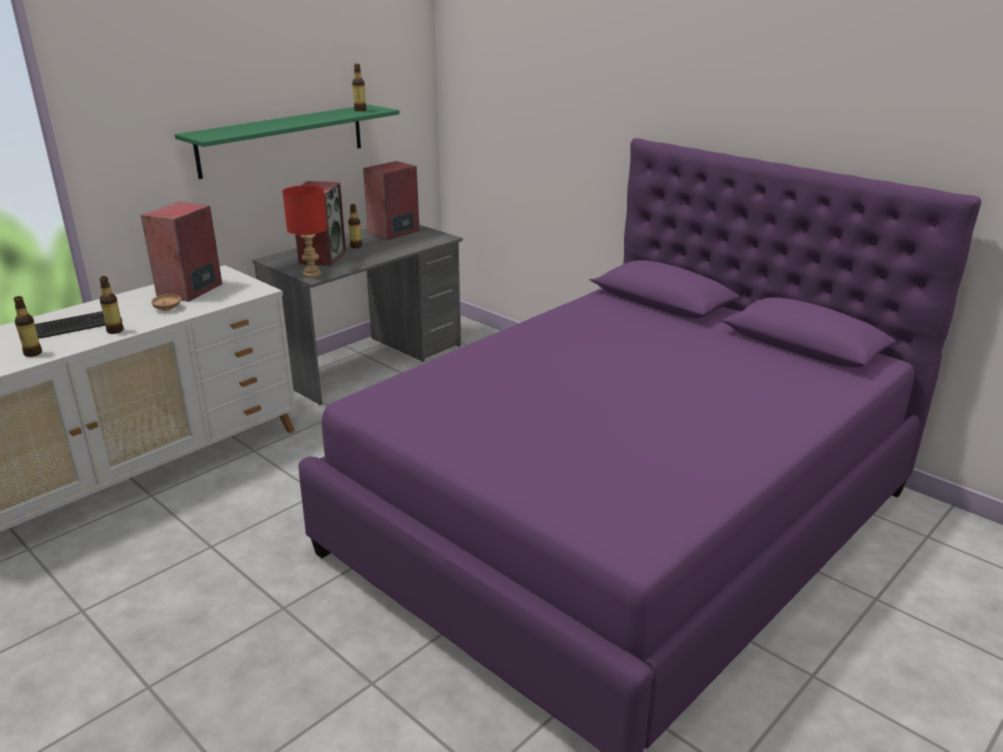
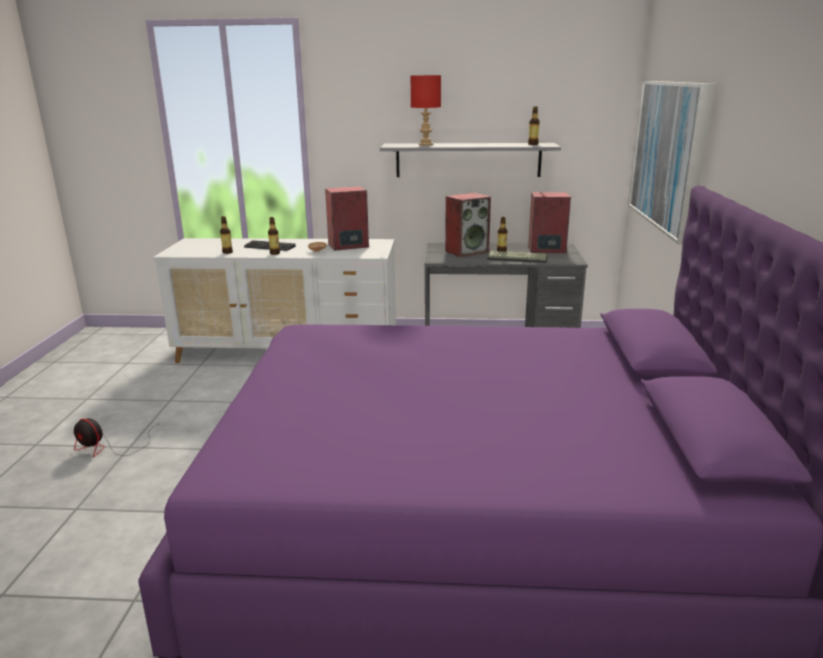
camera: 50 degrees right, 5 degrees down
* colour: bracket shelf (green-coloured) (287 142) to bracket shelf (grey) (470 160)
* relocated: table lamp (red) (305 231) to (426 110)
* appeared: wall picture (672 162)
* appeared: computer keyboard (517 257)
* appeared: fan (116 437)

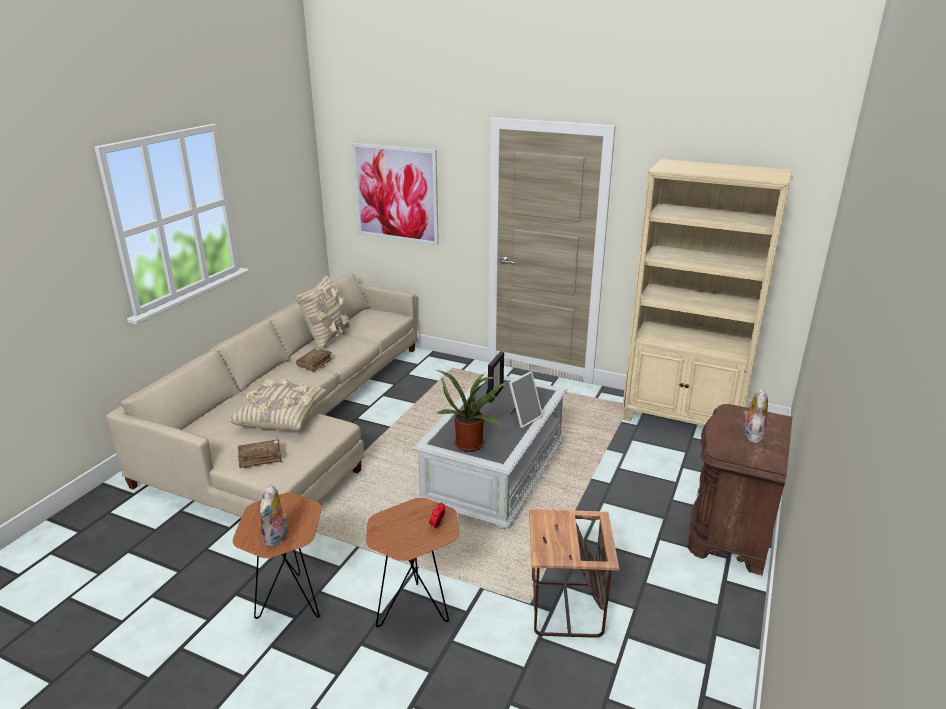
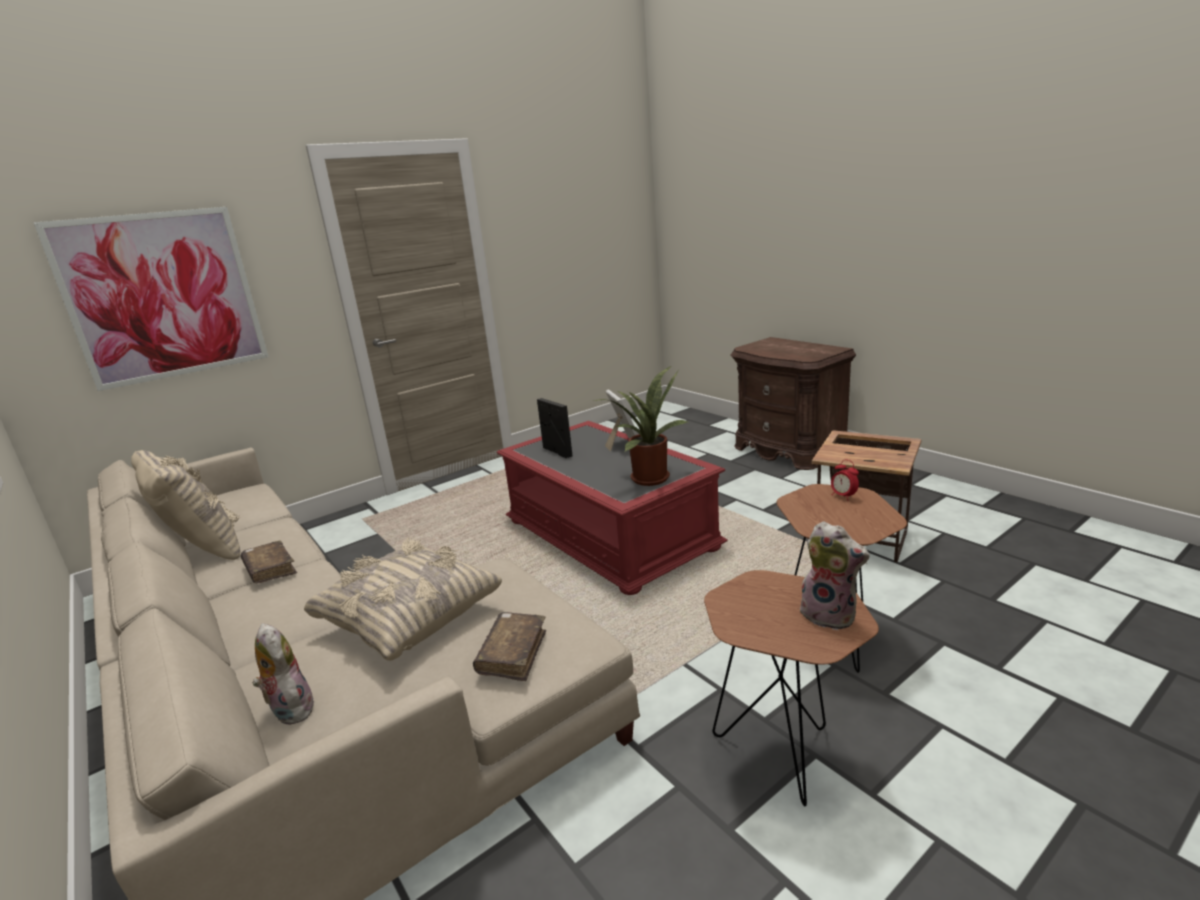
camera: 60 degrees left, 5 degrees down
* missing: bookcase (beige-coloured) (707 292)
* colour: coffee table (whitish) (490 450) to coffee table (red) (612 508)
* relocated: soft toy (756 416) to (283 674)

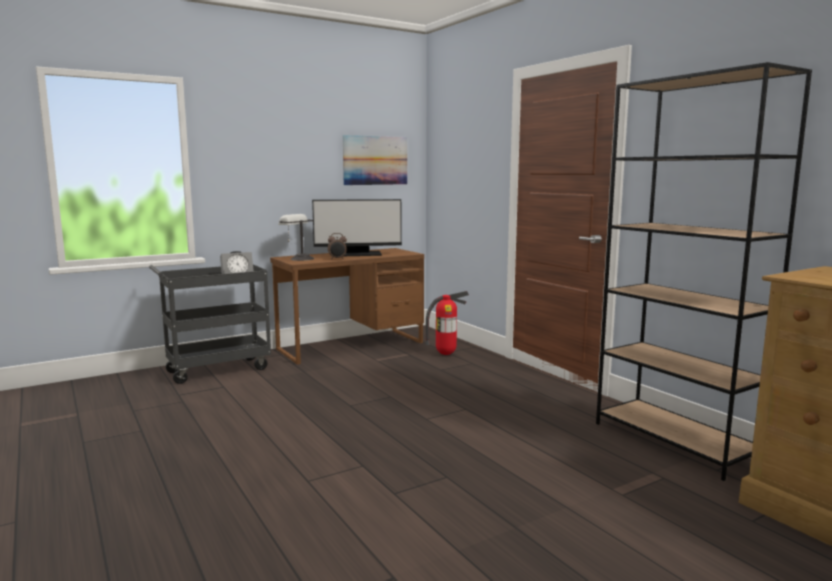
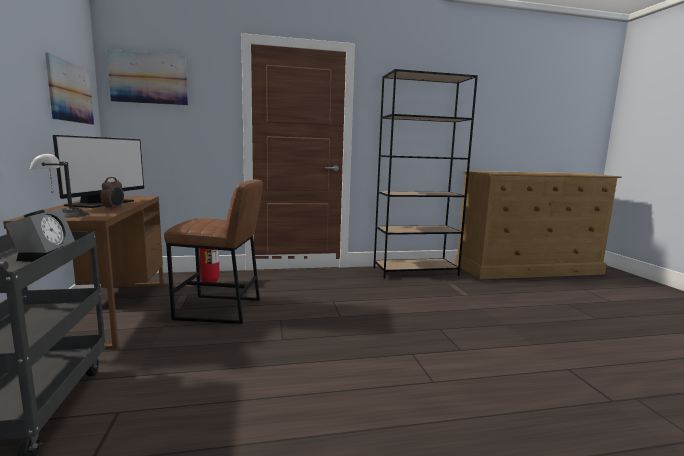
camera: 70 degrees left, 0 degrees up
* appeared: wall picture (147 77)
* appeared: upright chair (brown-coloured) (213 251)

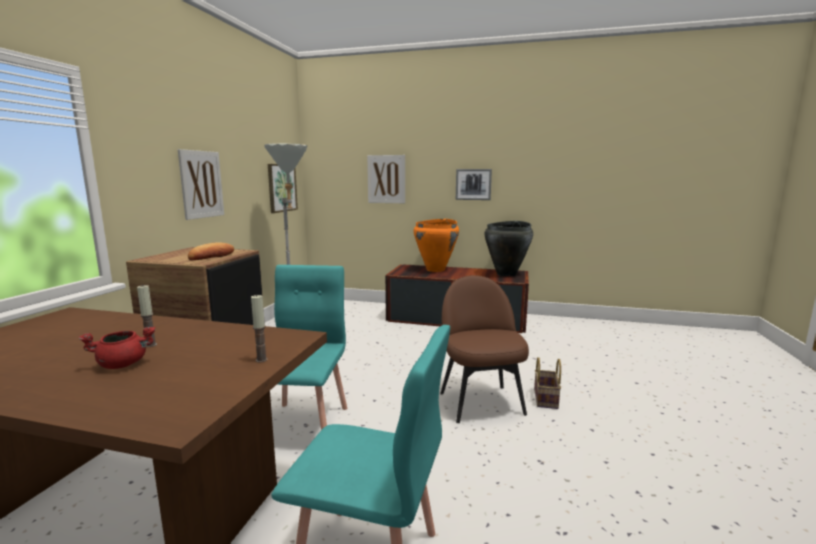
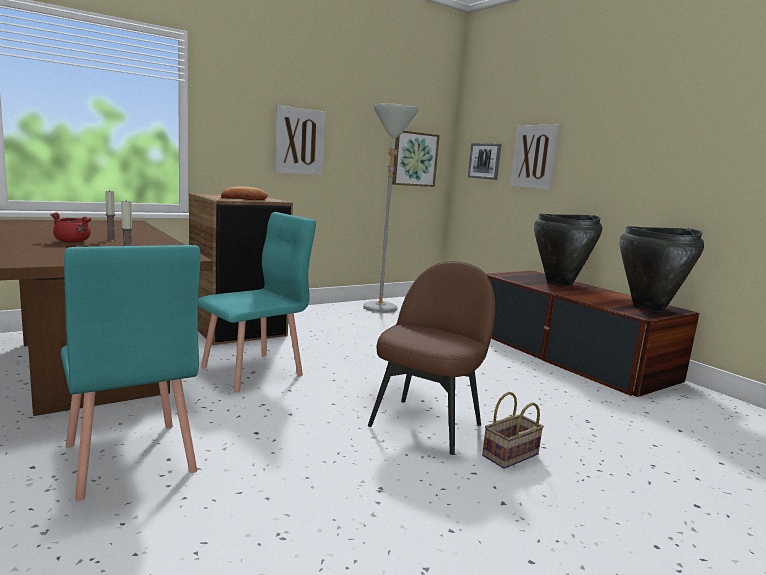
camera: 40 degrees right, 0 degrees up
* relocated: wall picture (474 184) to (484 161)
* colour: flower vase (orange) (436 245) to flower vase (blackish) (568 250)

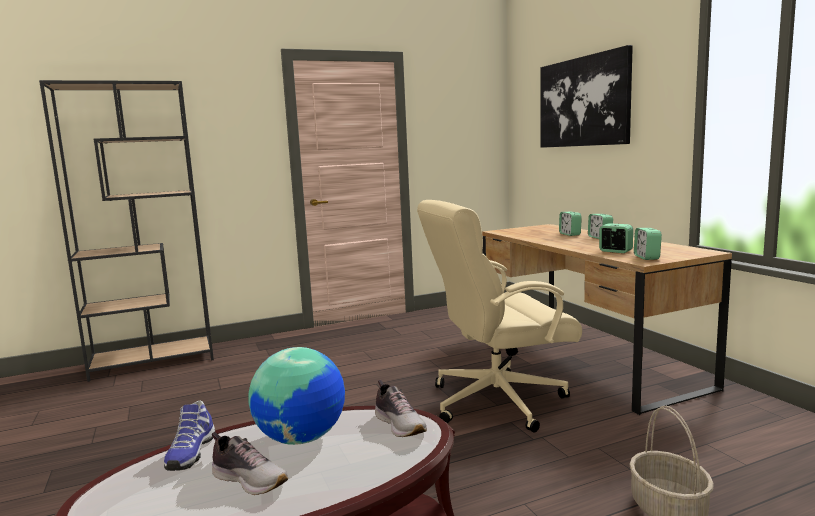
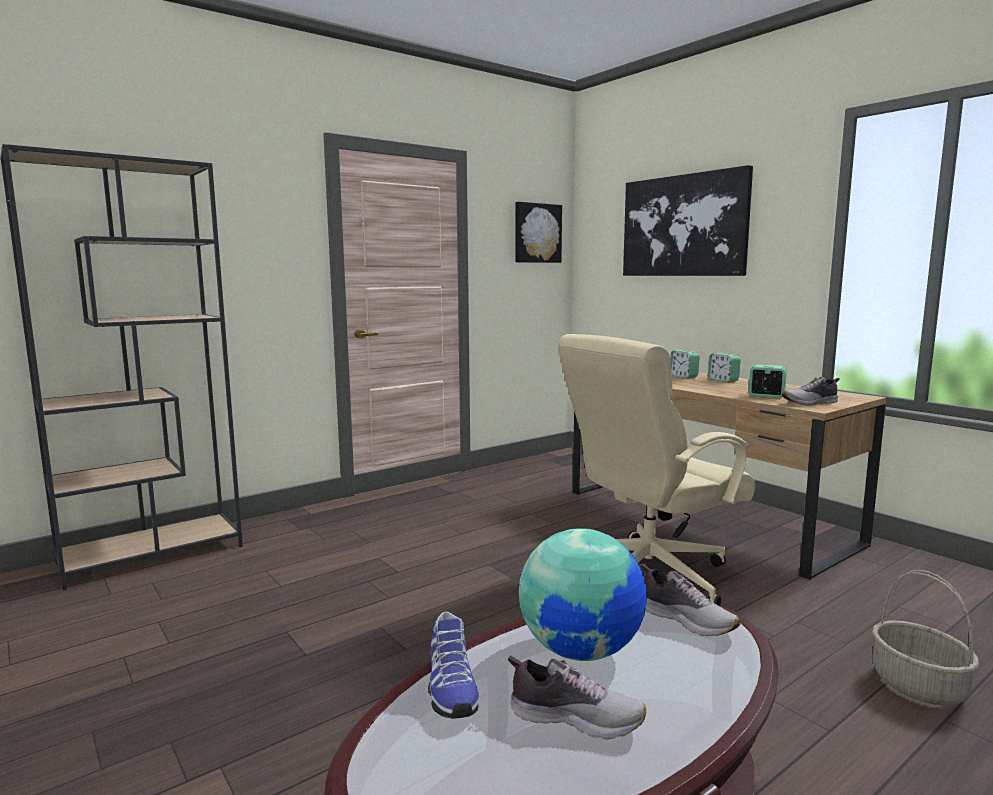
camera: 15 degrees left, 0 degrees up
* exchanged: table clock (648 244) to shoe (811 391)
* appeared: wall picture (538 232)

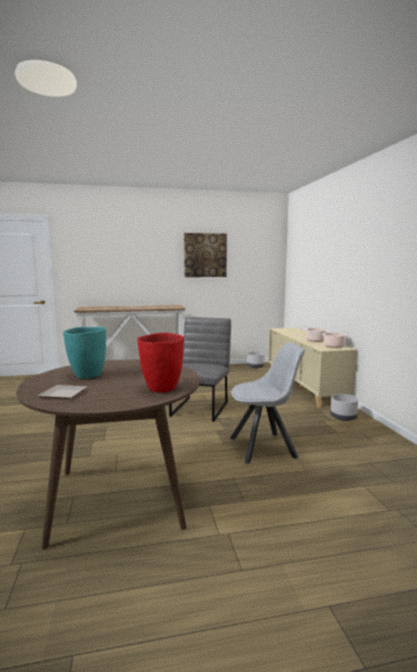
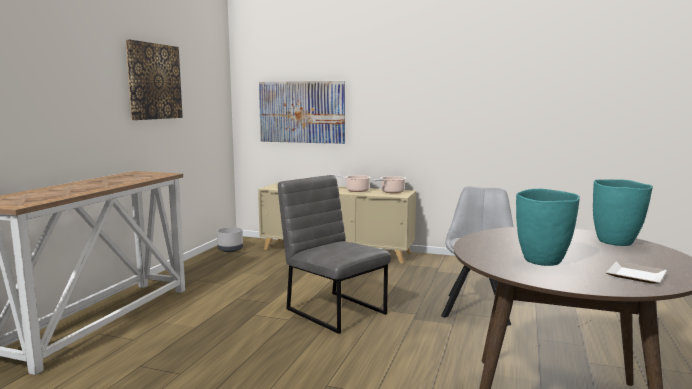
camera: 60 degrees left, 0 degrees up
* colour: flower vase (red) (160 363) to flower vase (turquoise) (623 212)
* missing: planter (grey) (344 407)
* appeared: wall picture (302 112)

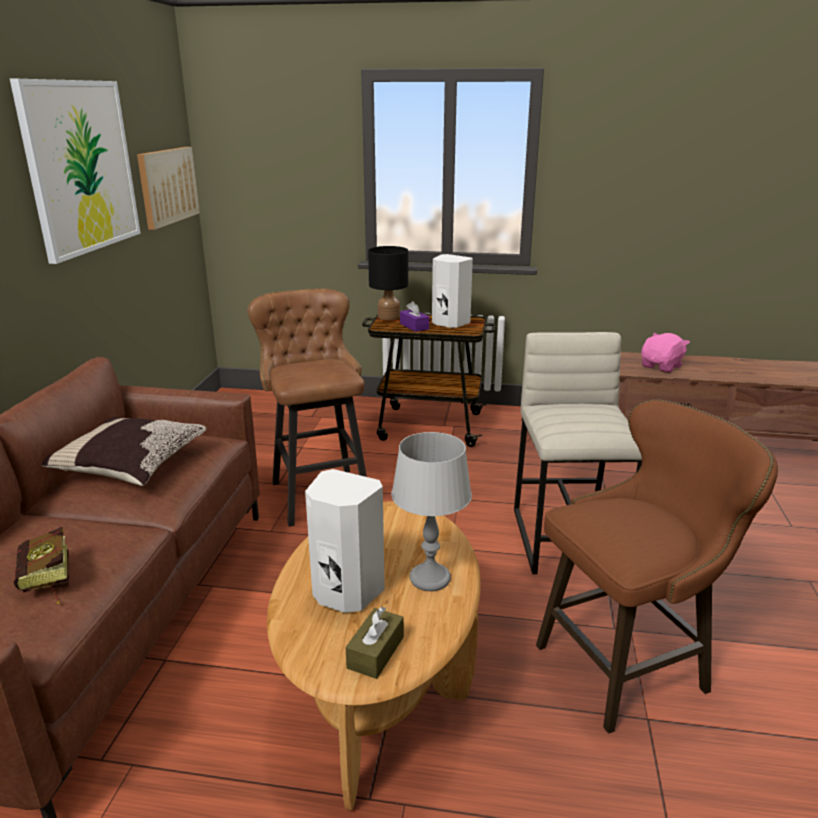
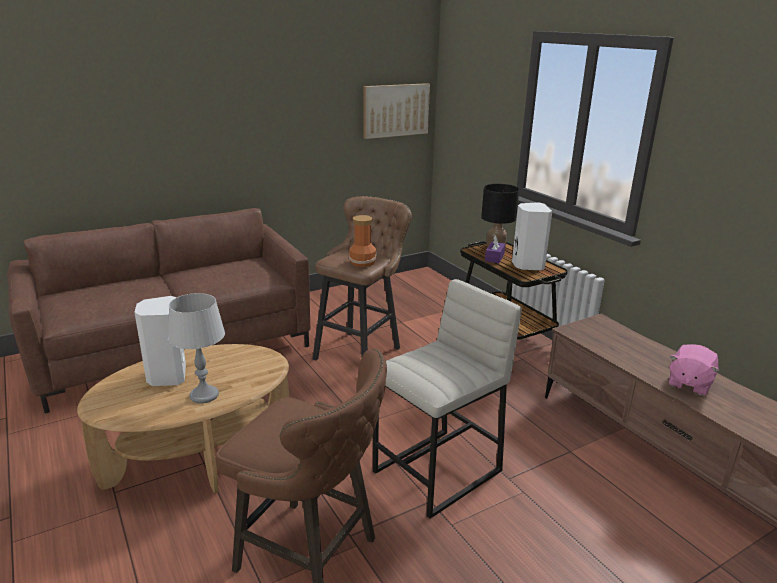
camera: 50 degrees right, 0 degrees up
* missing: wall picture (75 171)
* spun: soft toy (pink-coloured) (665 353) = (694 370) 120 degrees clockwise
* missing: throw pillow (124 451)
* missing: book (41 565)
* missing: tissue holder (brown-coloured) (375 642)
* appeared: flower vase (363 241)

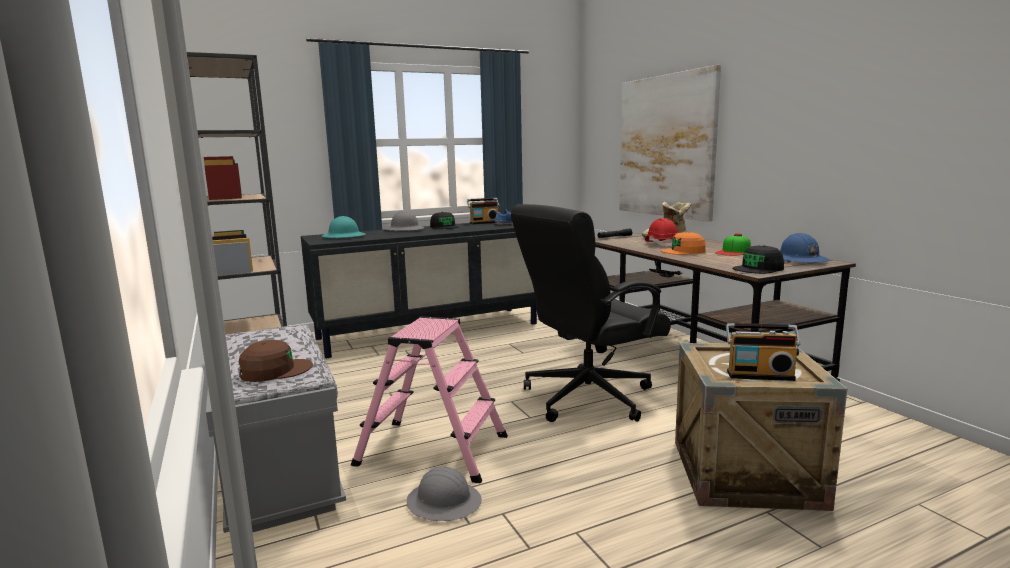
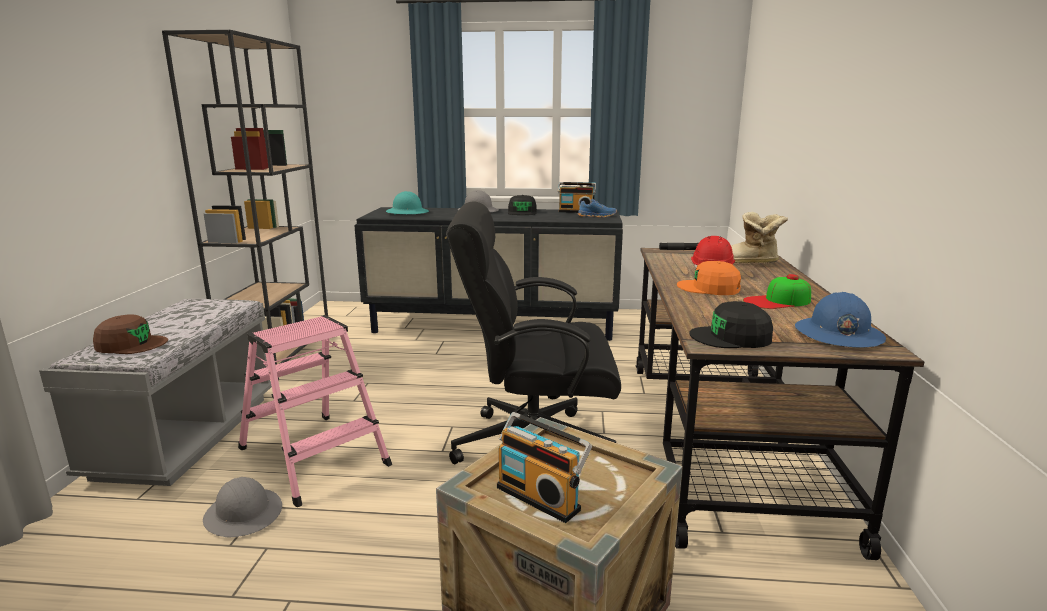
camera: 30 degrees right, 5 degrees up
* missing: wall picture (670 143)

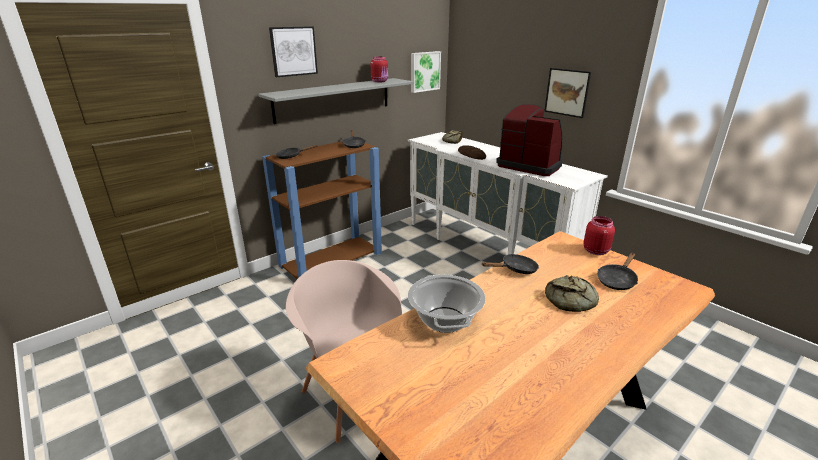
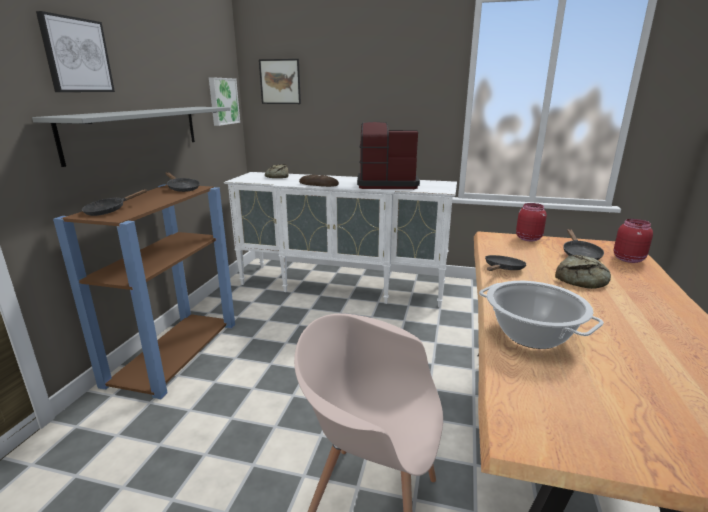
camera: 35 degrees left, 5 degrees down
* relocated: storage jar (red) (379 69) to (633 241)
* relocated: wall picture (567 93) to (280 81)

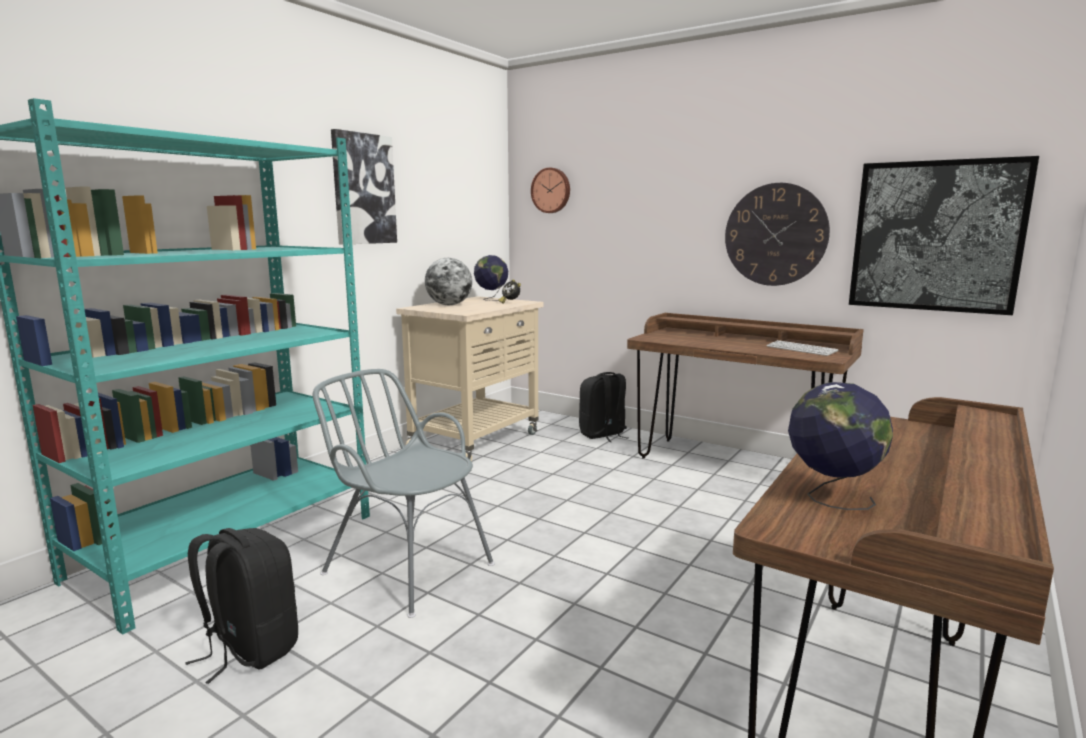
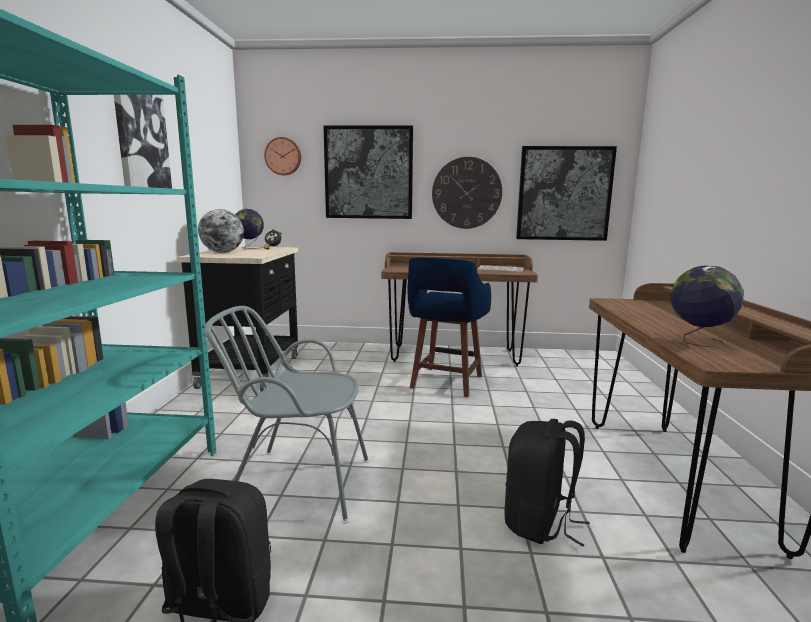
camera: 30 degrees left, 0 degrees up
* colour: trolley (beige-coloured) (470 379) to trolley (blackish) (237 319)
* relocated: rucksack (blackish) (603 407) to (547 483)
* appeared: wall picture (368 172)
* appeared: stool seat (blue) (449 327)

